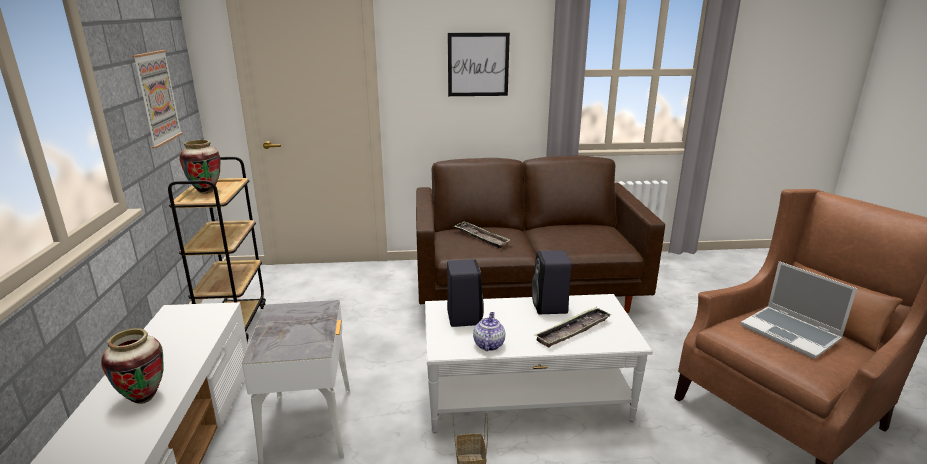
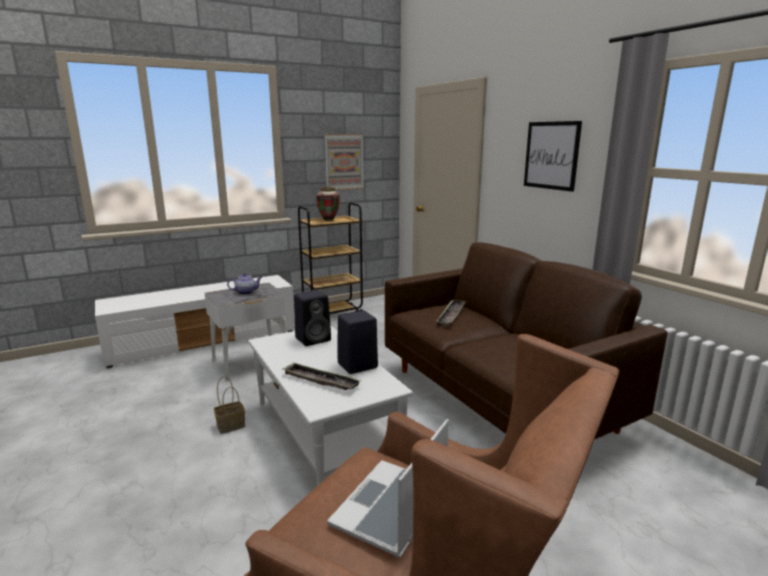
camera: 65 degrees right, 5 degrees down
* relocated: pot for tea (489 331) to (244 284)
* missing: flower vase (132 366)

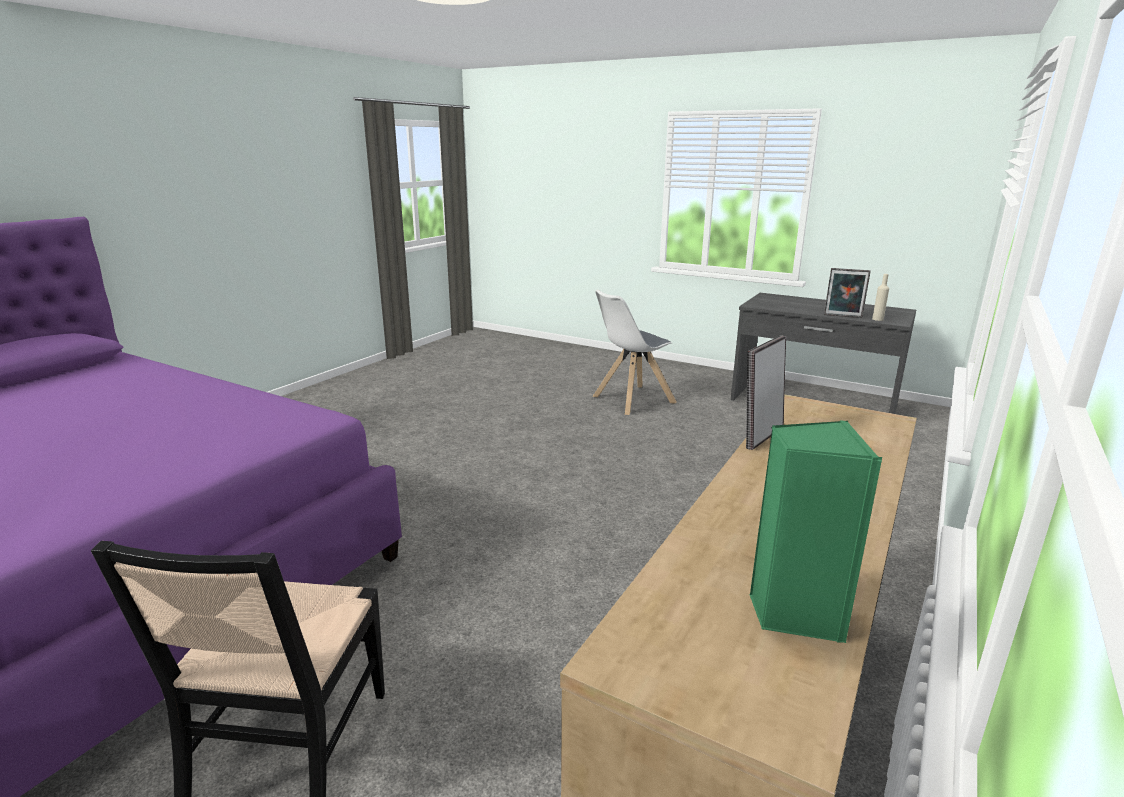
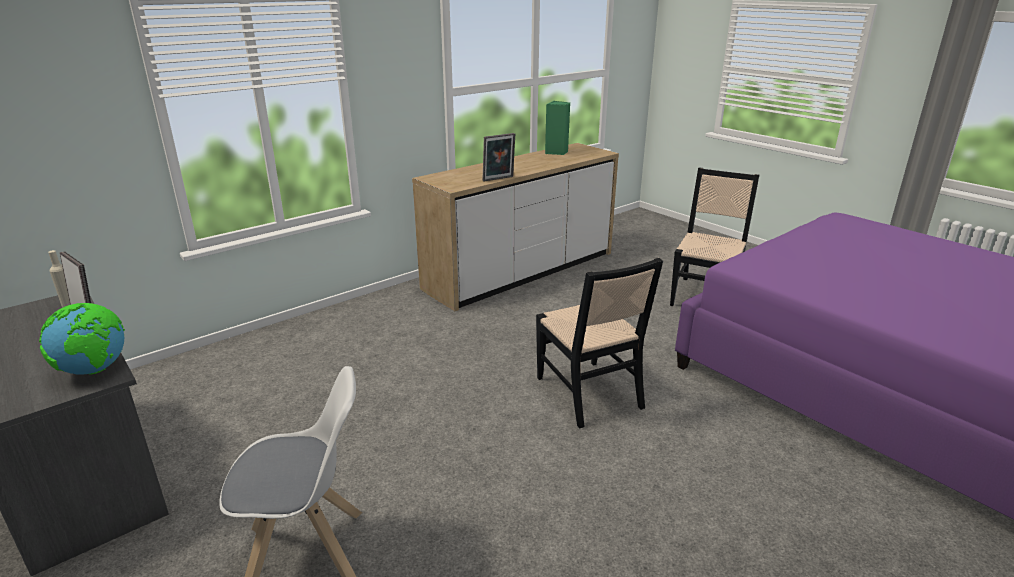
camera: 160 degrees left, 5 degrees up
* appeared: upright chair (599 343)
* appeared: globe (82 339)

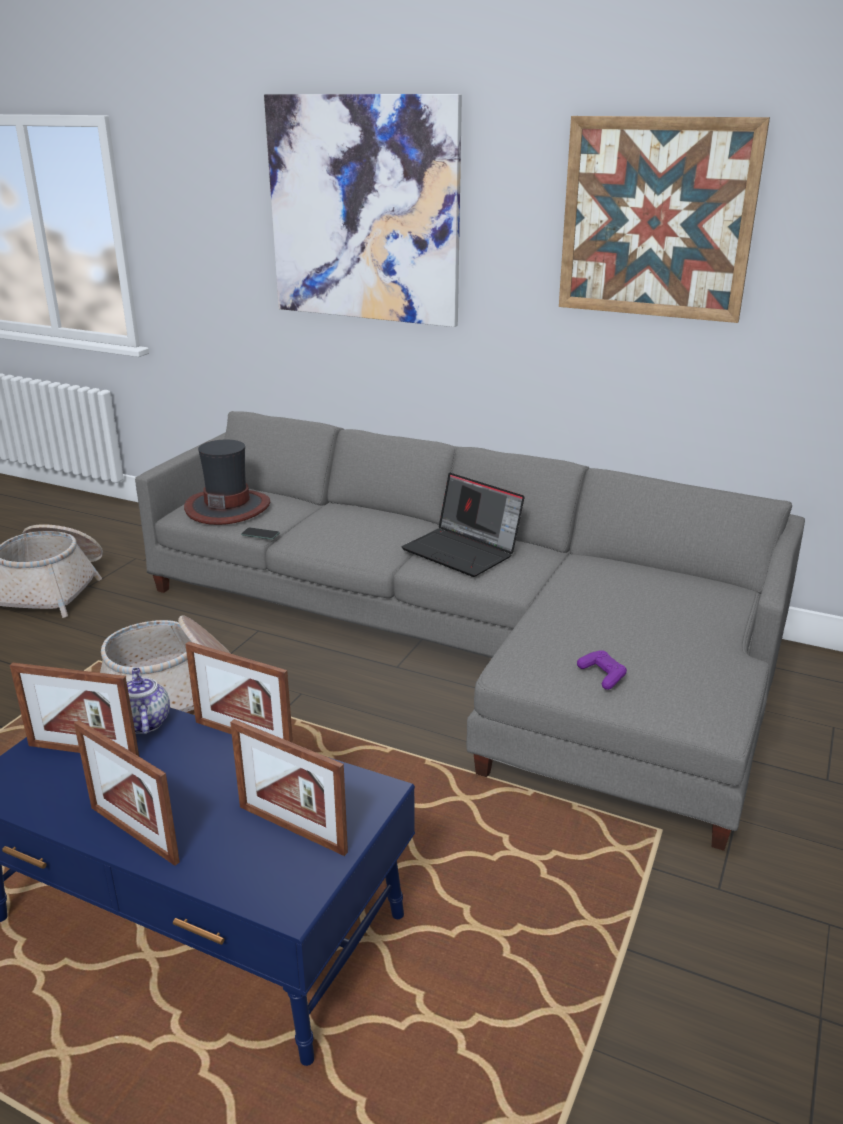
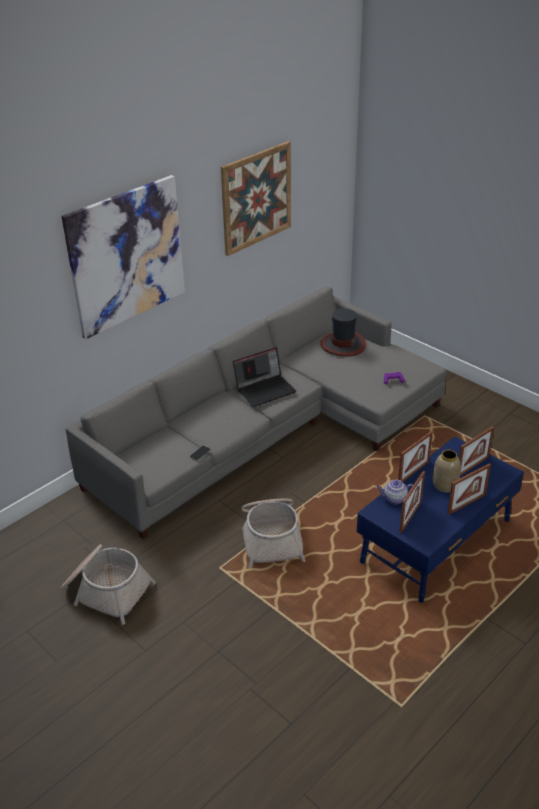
camera: 70 degrees left, 10 degrees up
* relocated: wearable hat (227 482) to (343 332)
* appeared: flower vase (447 471)

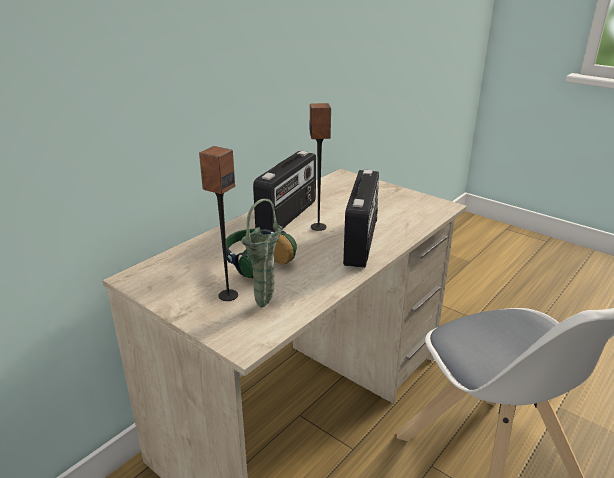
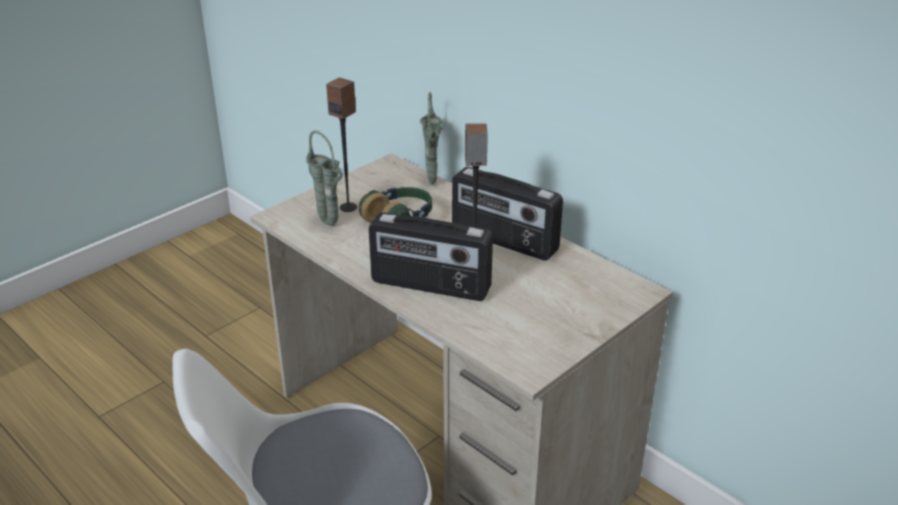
camera: 95 degrees right, 5 degrees up
* appeared: flower vase (green-coloured) (431 138)

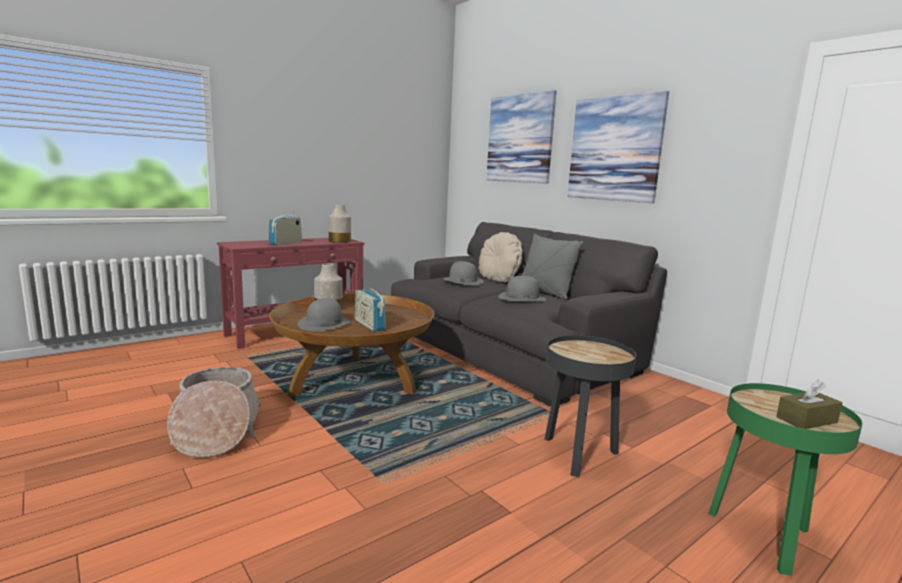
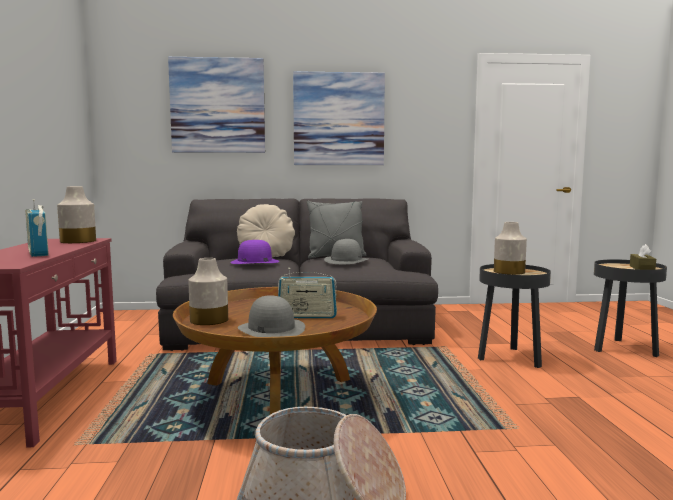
camera: 55 degrees left, 5 degrees down
* colour: wearable hat (grey) (463 273) to wearable hat (purple-coloured) (254 252)
* colour: end table (green-coloured) (785 479) to end table (blackish) (630 308)
* appeared: flower vase (beige-coloured) (510 248)

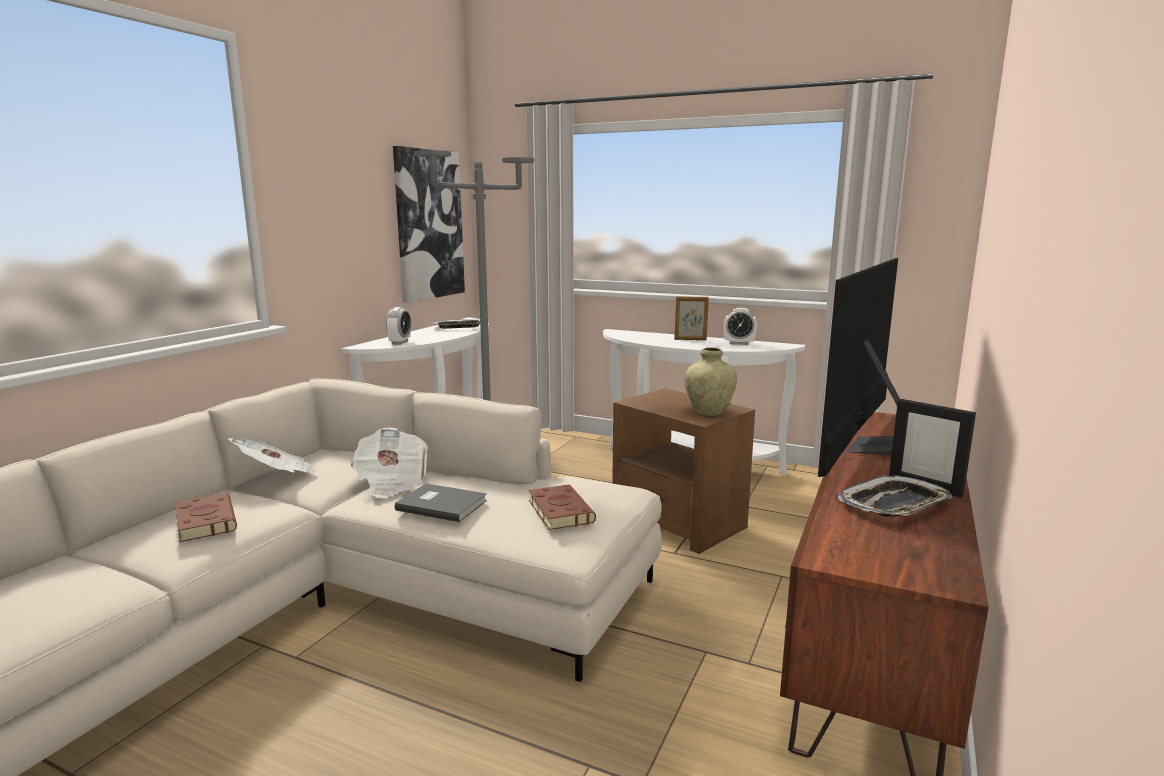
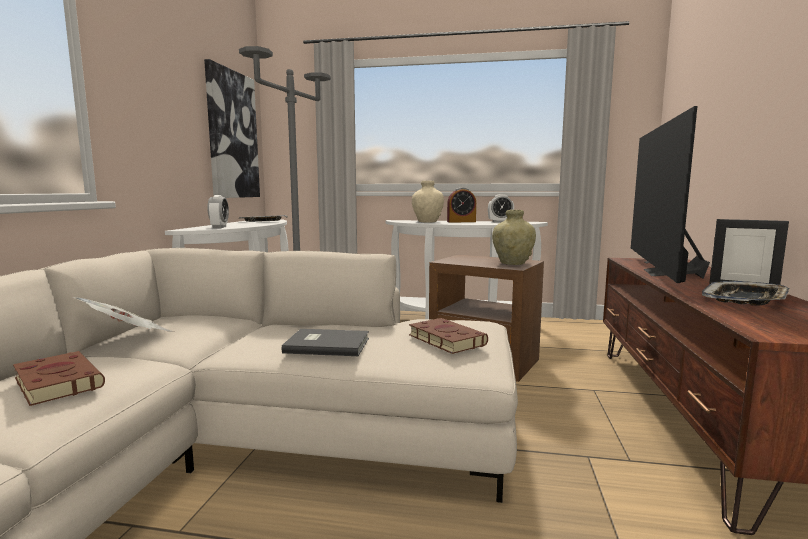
camera: 15 degrees left, 5 degrees down
* exchanged: photo frame (691 318) to table clock (461 205)
* missing: printed paper (389 462)
* appeared: flower vase (beige-coloured) (428 202)

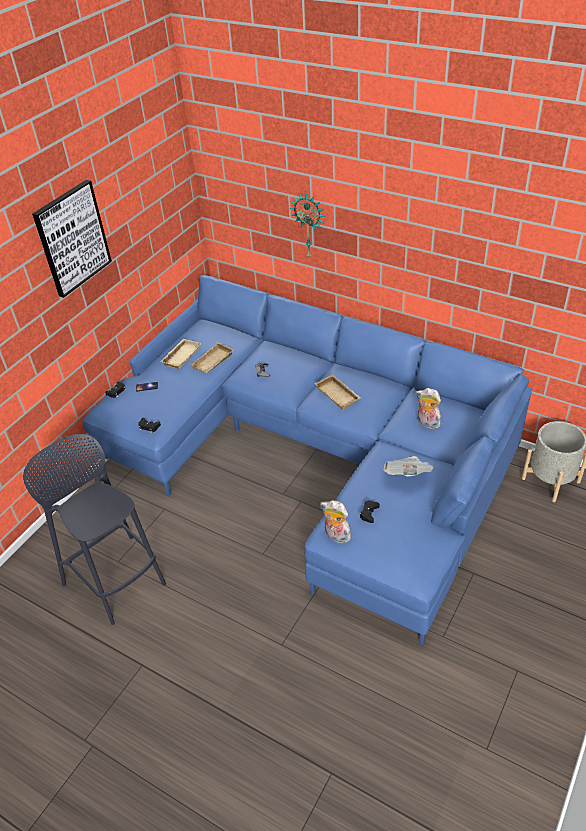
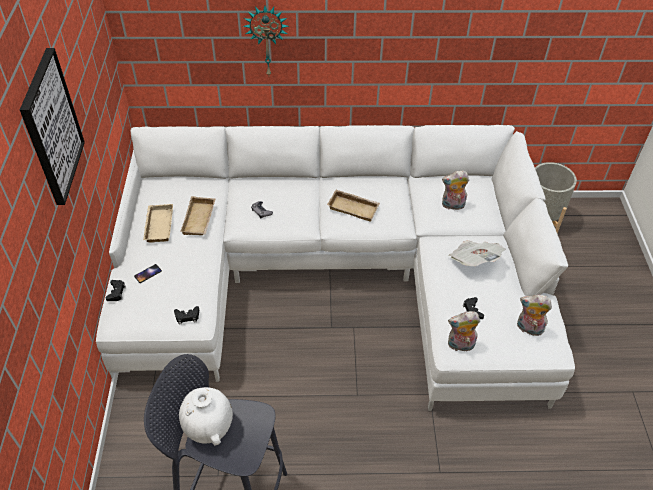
camera: 35 degrees left, 5 degrees up
* colour: settee (blue) (307 460) to settee (whitish) (335 268)
* appeared: soft toy (534 315)
* appeared: flower vase (whitish) (206 416)

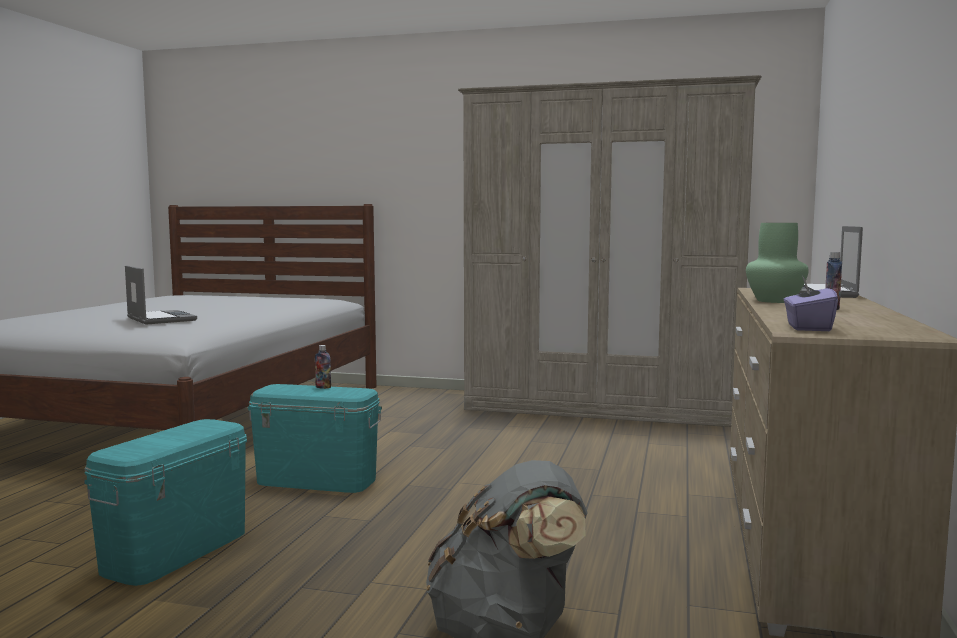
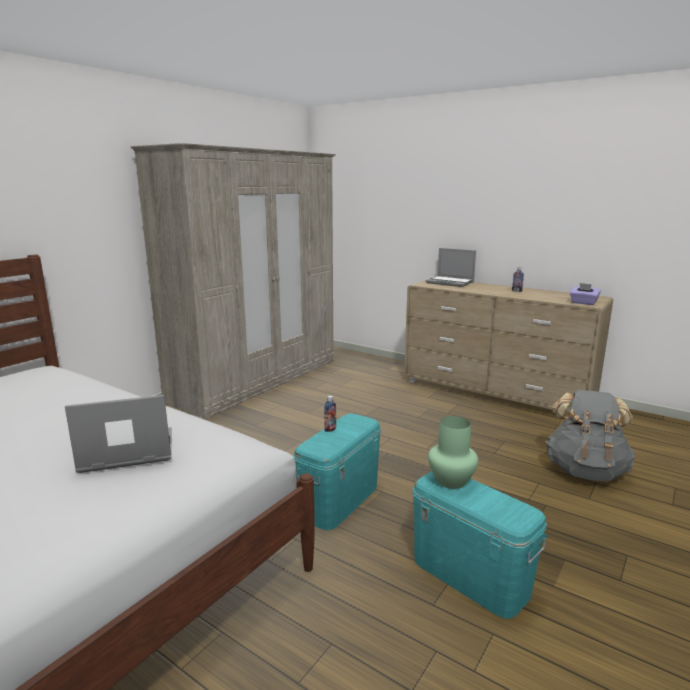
camera: 70 degrees left, 10 degrees up
* relocated: flower vase (green-coloured) (777 263) to (453 452)

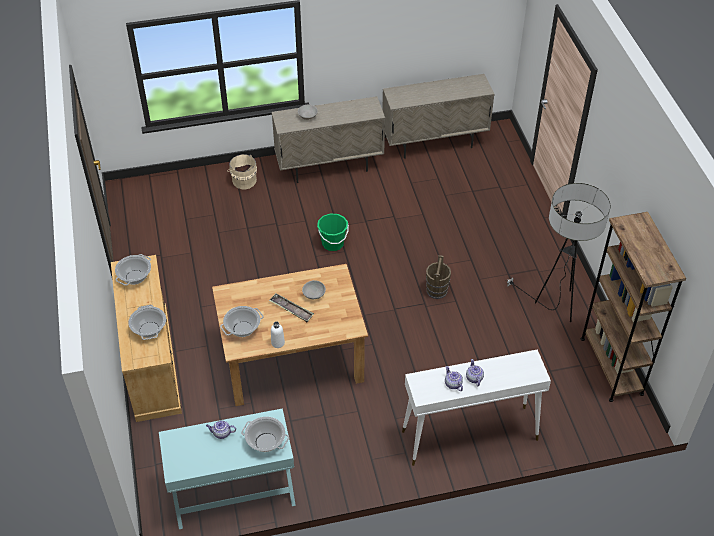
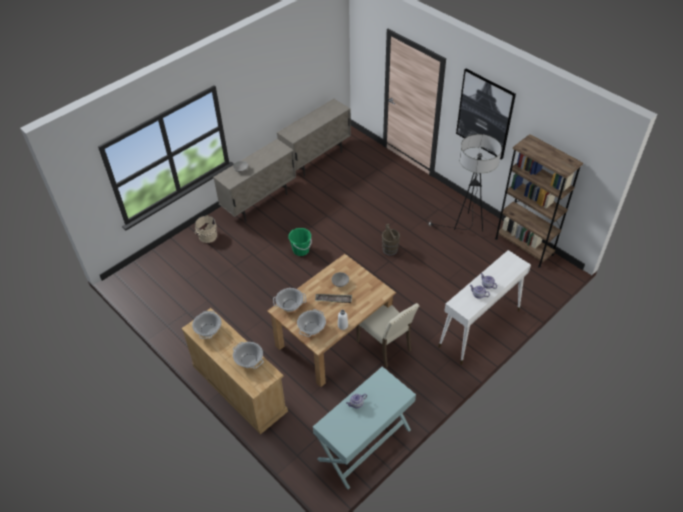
camera: 30 degrees left, 0 degrees up
* relocated: stockpot (265 434) to (289 300)
* appeared: wall picture (486 114)
* appeared: upright chair (beige-coloured) (387 335)

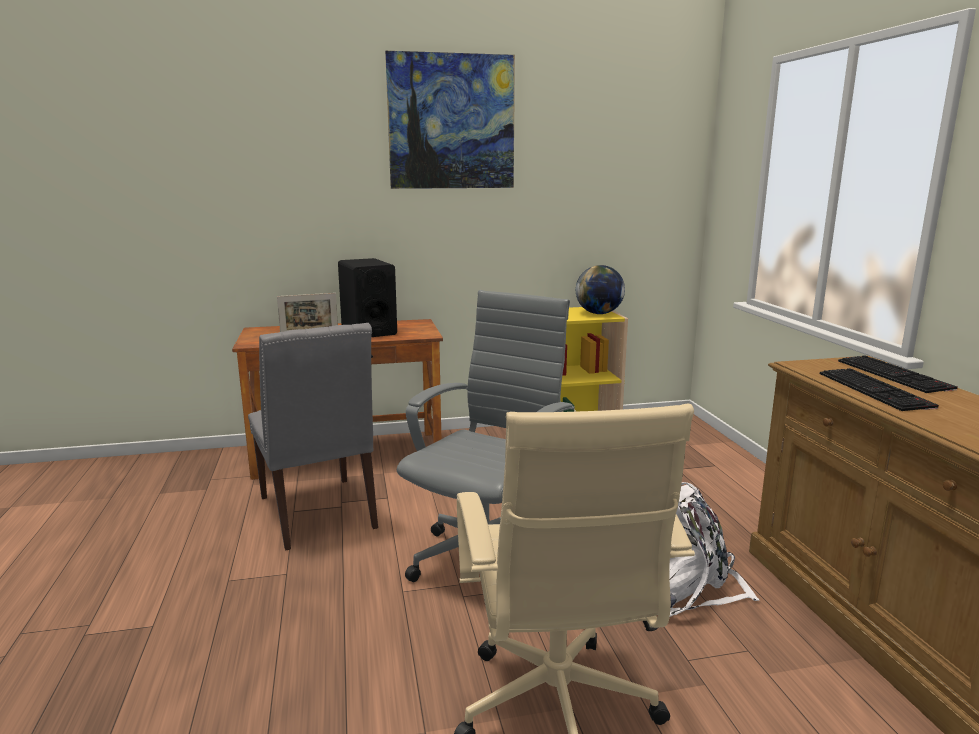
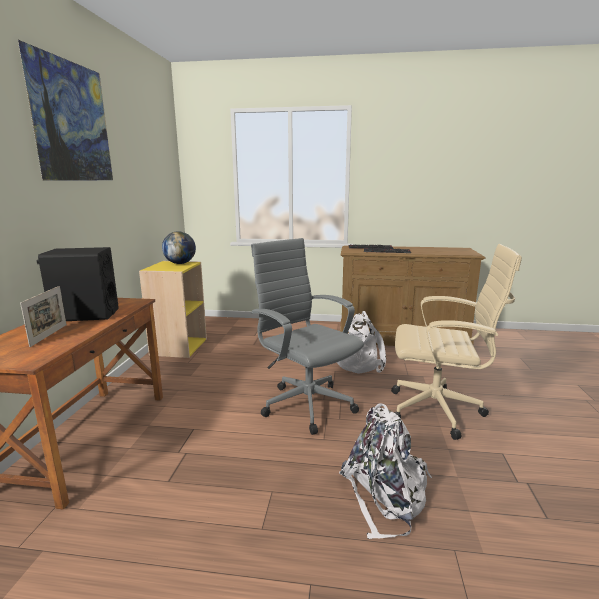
camera: 70 degrees left, 0 degrees up
* missing: upright chair (grey) (313 436)
* appeared: rucksack (whitish) (385 471)

